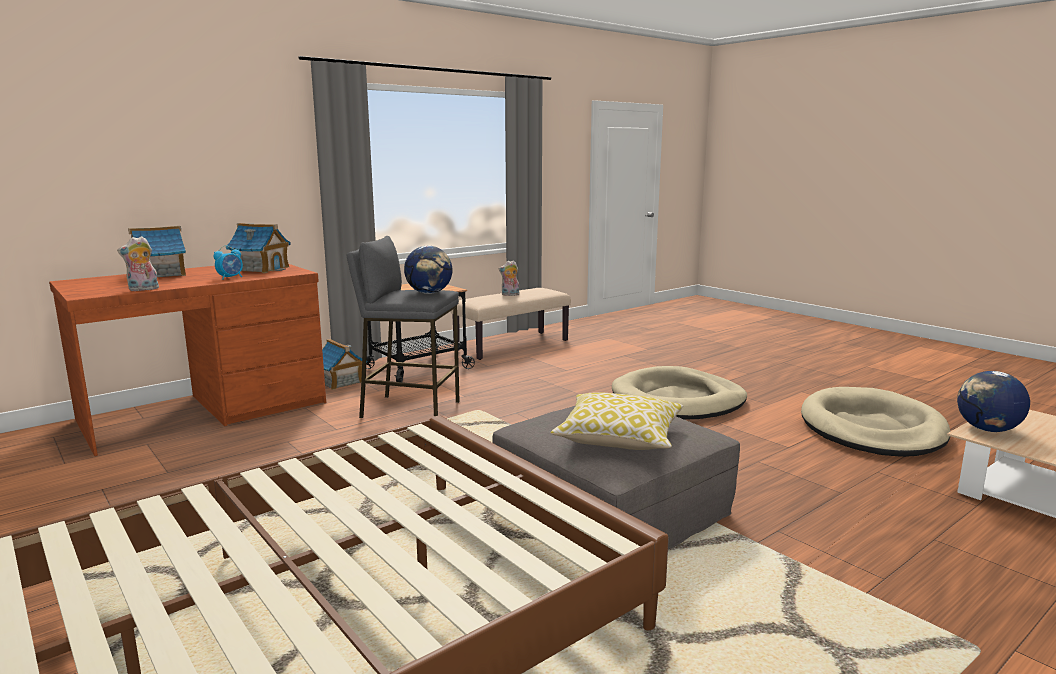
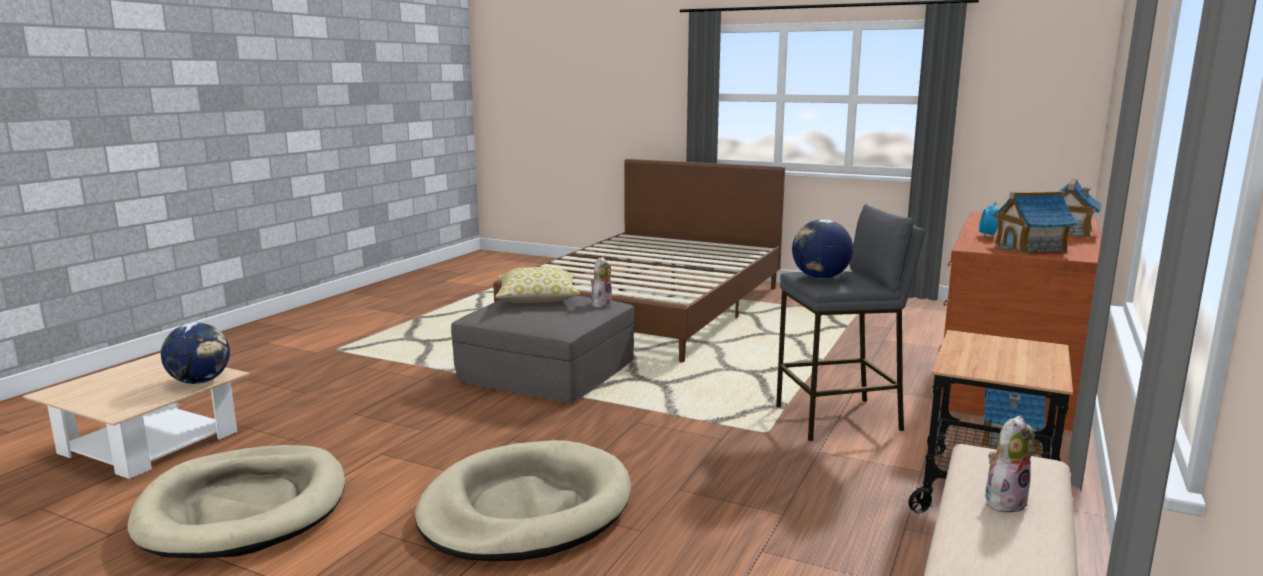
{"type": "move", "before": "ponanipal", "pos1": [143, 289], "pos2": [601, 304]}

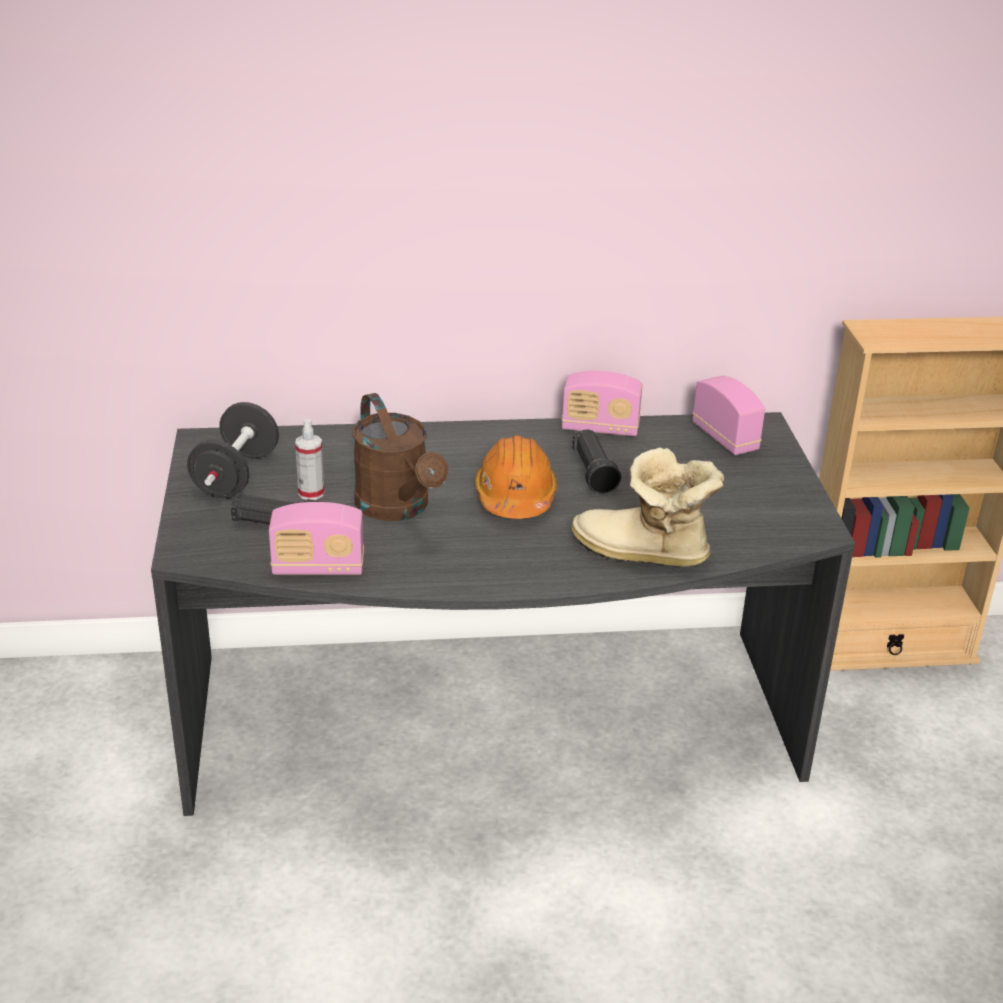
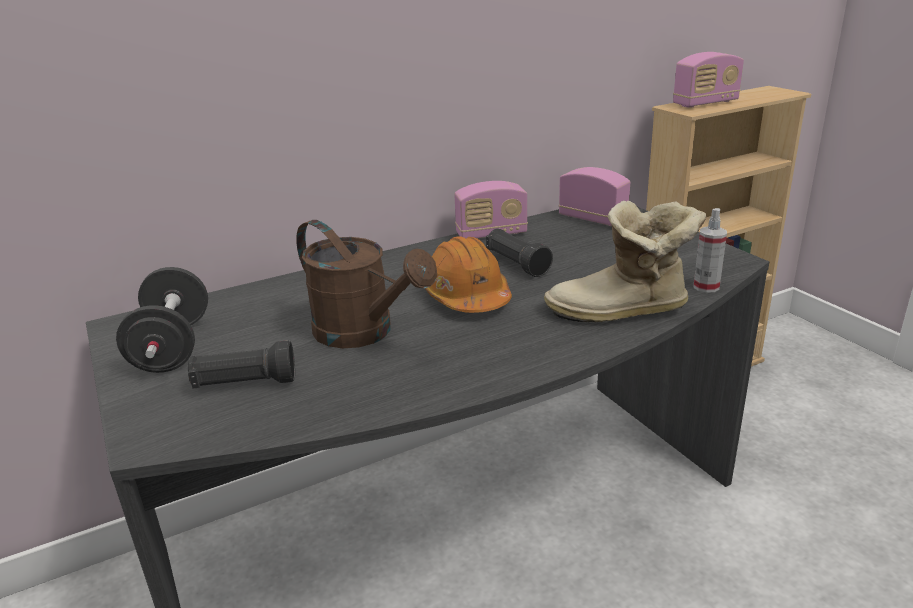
{"type": "move", "before": "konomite", "pos1": [318, 568], "pos2": [705, 103]}
{"type": "move", "before": "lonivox", "pos1": [311, 493], "pos2": [706, 286]}

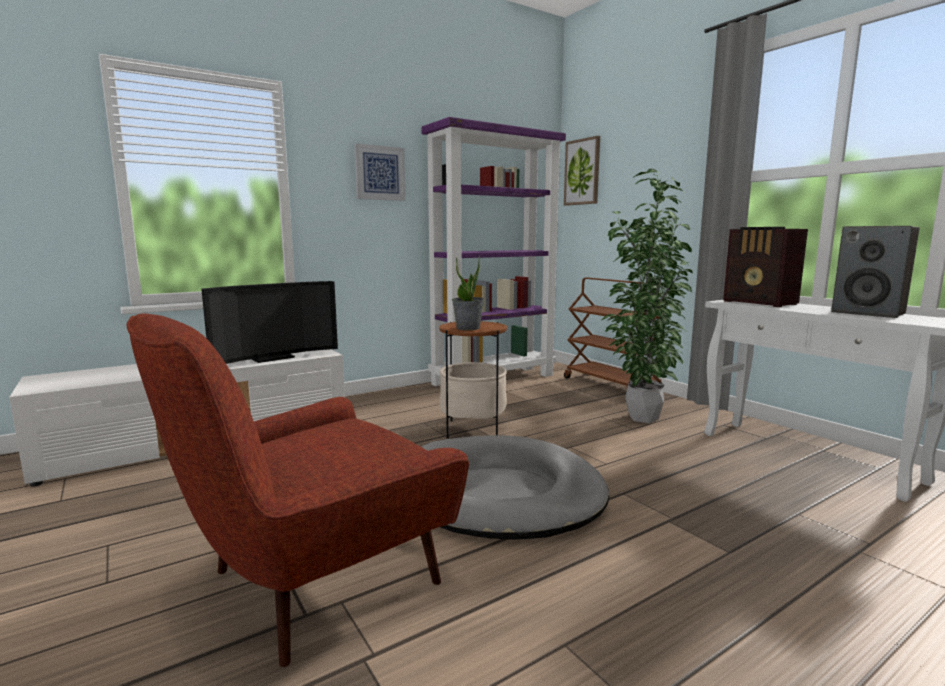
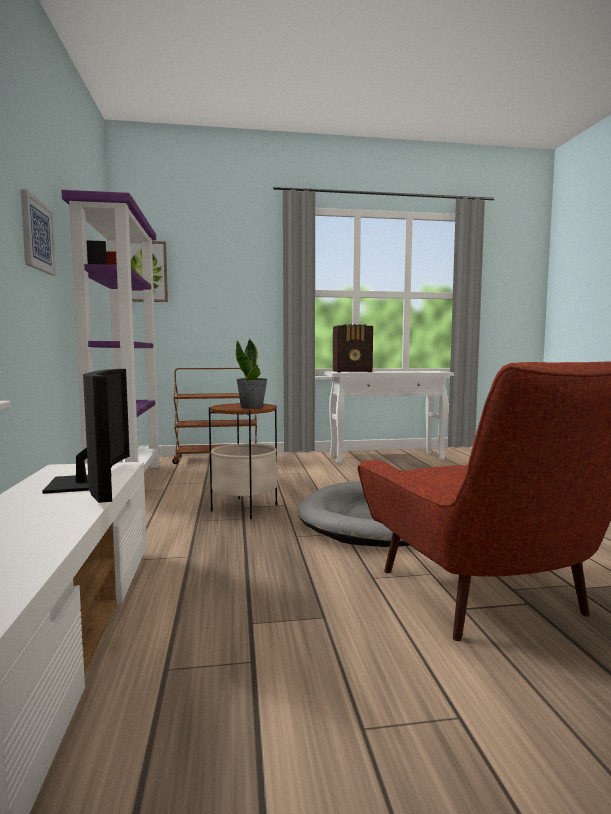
{"type": "delete", "before": "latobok", "pos1": [640, 417]}
{"type": "delete", "before": "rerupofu", "pos1": [868, 313]}

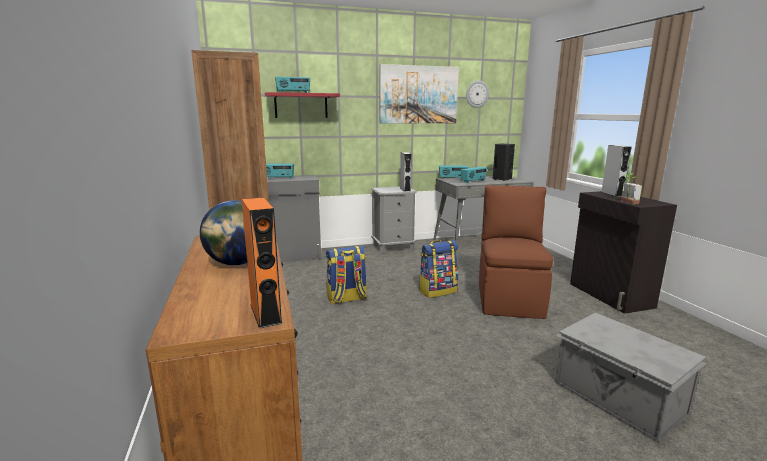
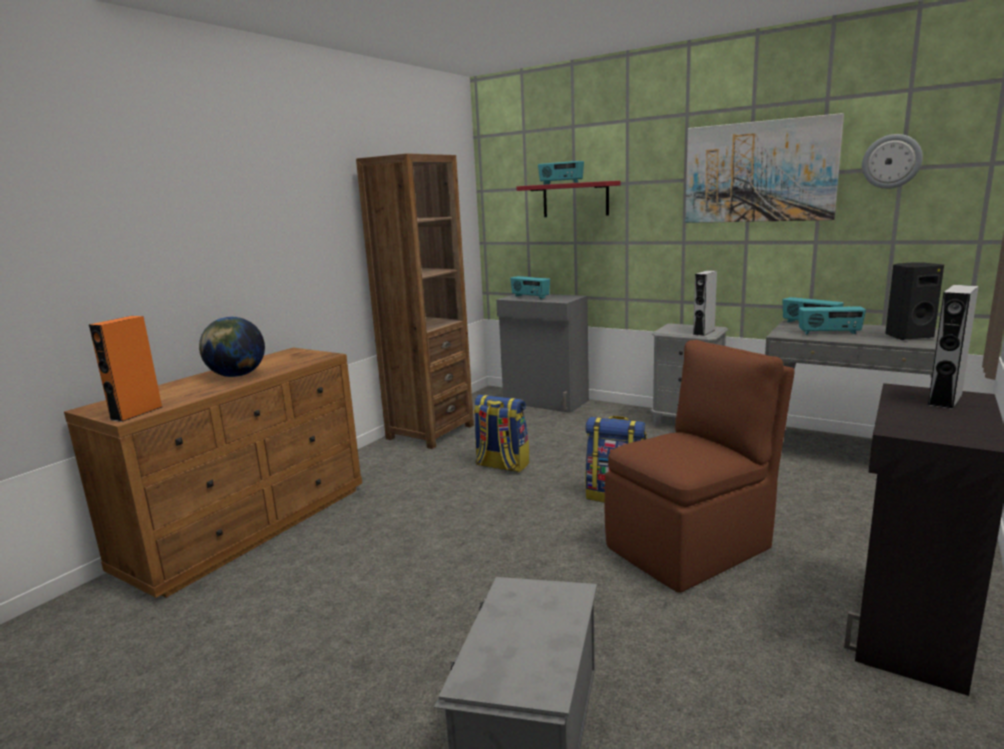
{"type": "delete", "before": "latobok", "pos1": [626, 202]}

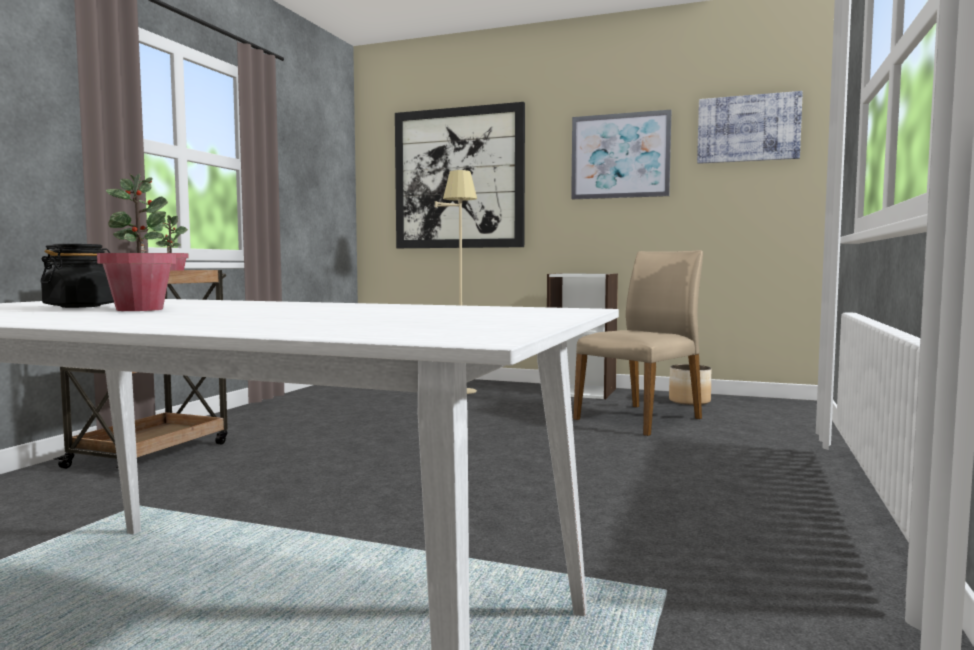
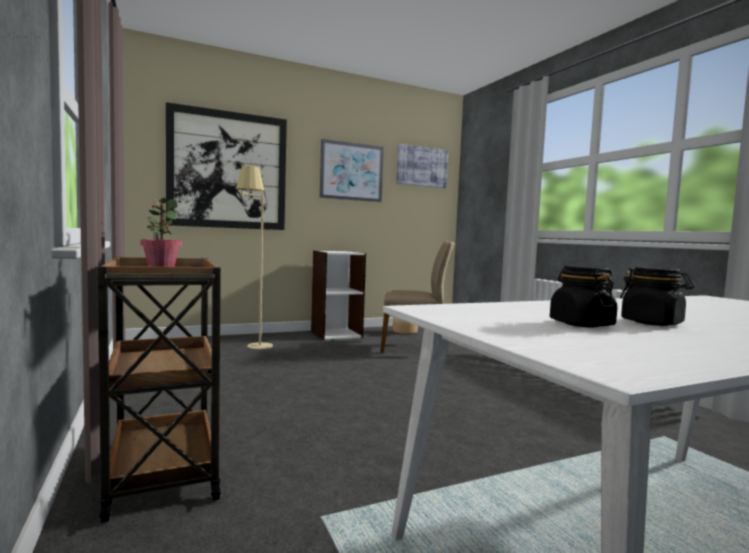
{"type": "rotate", "before": "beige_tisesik", "pos1": [640, 419], "pos2": [414, 347], "turn": 90}
{"type": "replace", "before": "latobok", "after": "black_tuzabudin", "pos1": [140, 309], "pos2": [652, 323]}

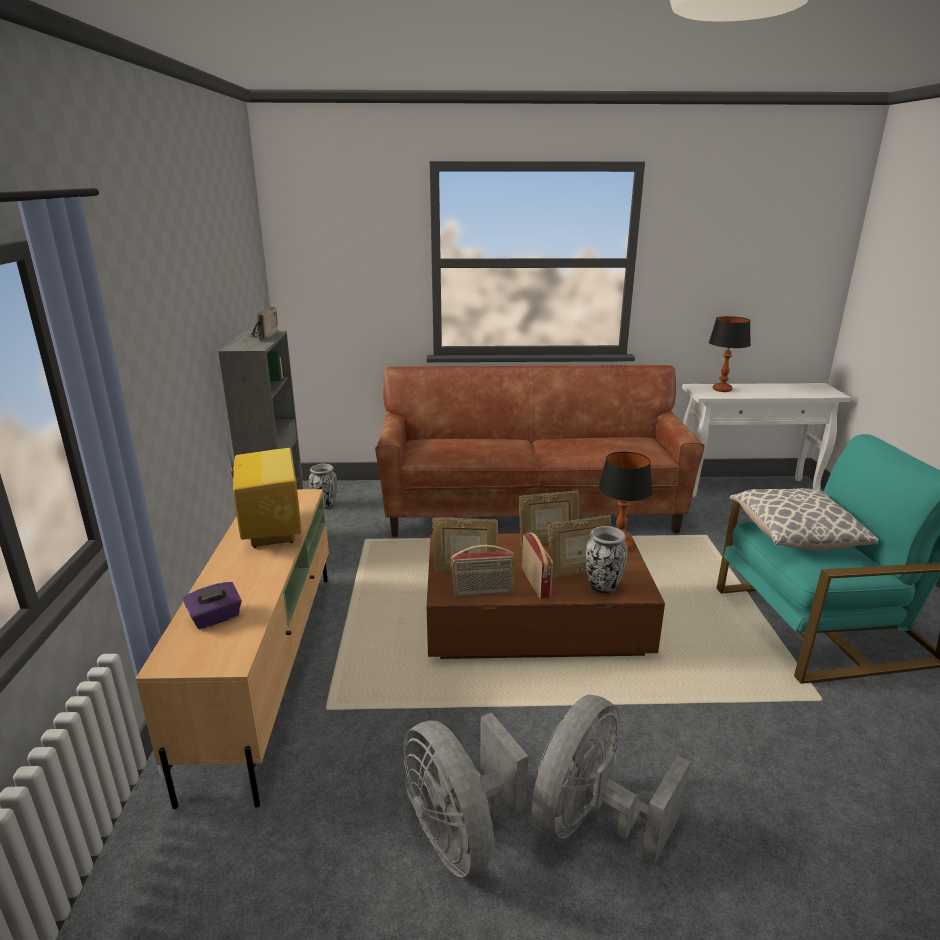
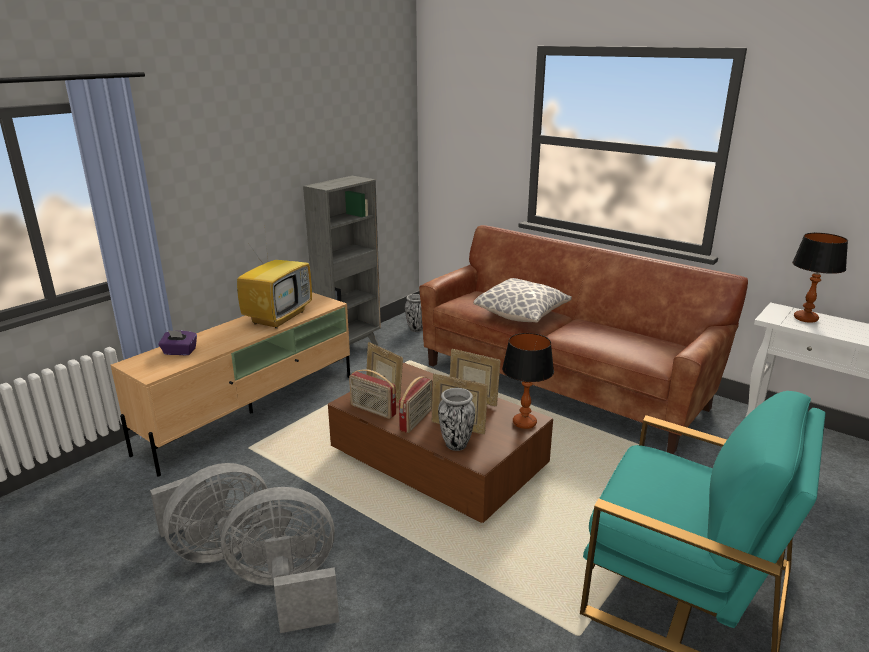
{"type": "rotate", "before": "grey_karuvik", "pos1": [460, 834], "pos2": [216, 547], "turn": -135}
{"type": "move", "before": "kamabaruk", "pos1": [795, 536], "pos2": [522, 315]}
{"type": "delete", "before": "konomite", "pos1": [262, 336]}

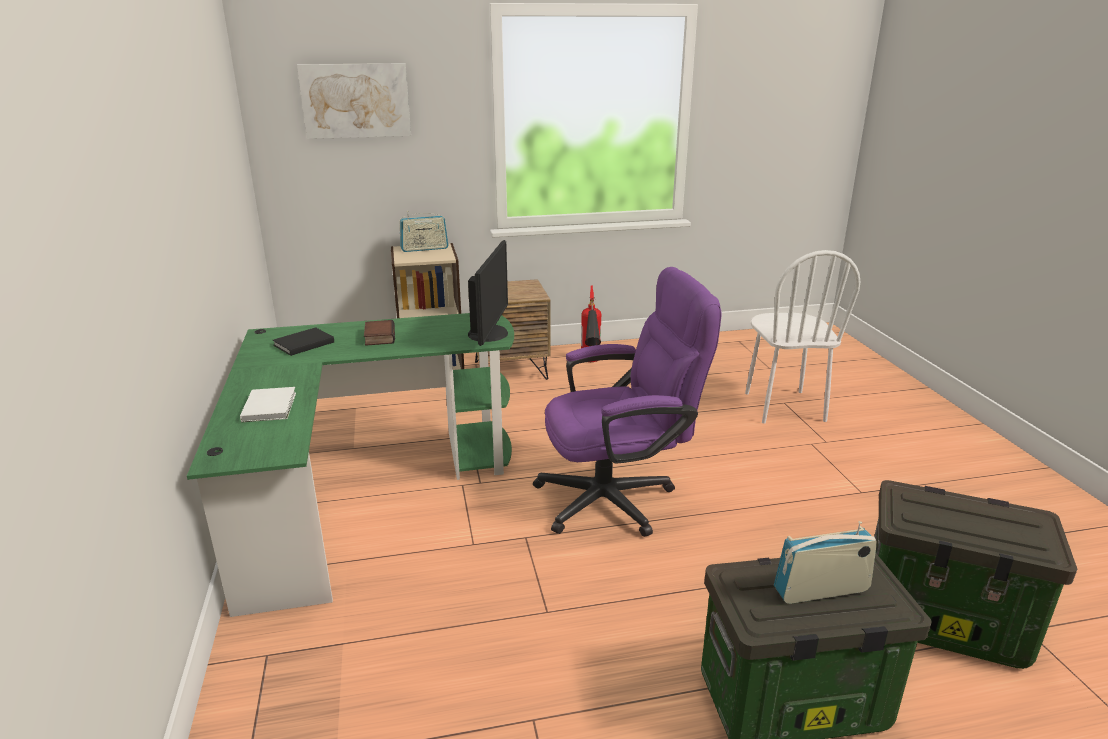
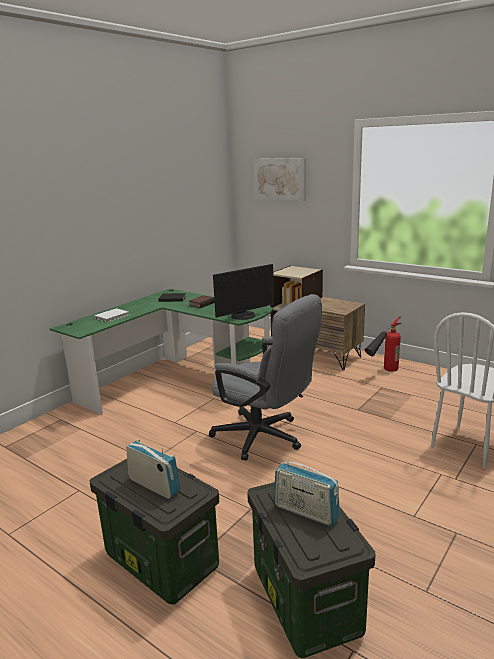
{"type": "recolor", "before": "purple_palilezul", "after": "grey_palilezul", "pos1": [618, 498], "pos2": [265, 438]}
{"type": "move", "before": "konomite", "pos1": [424, 249], "pos2": [305, 512]}

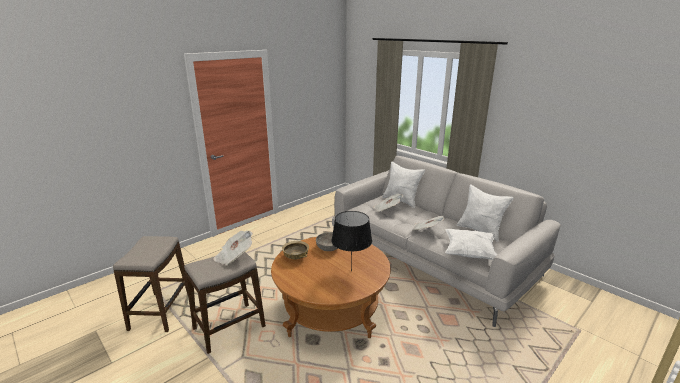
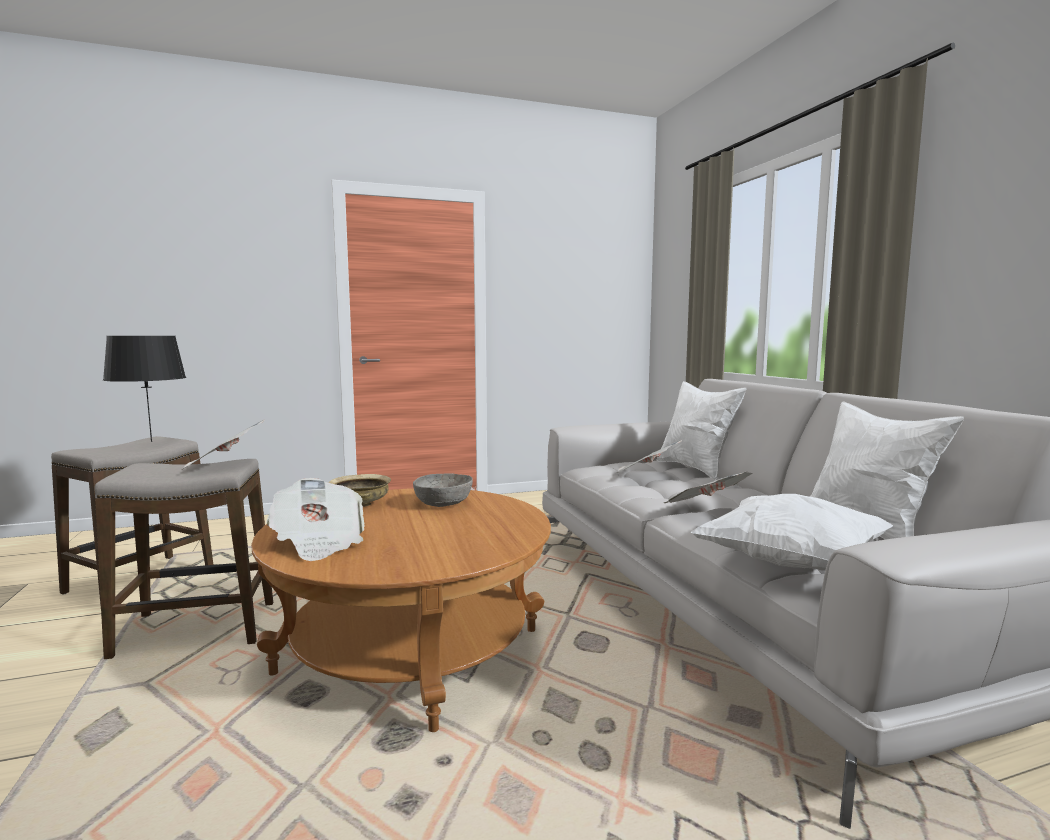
{"type": "move", "before": "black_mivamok", "pos1": [351, 271], "pos2": [151, 441]}
{"type": "insert", "after": "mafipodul", "pos2": [319, 543]}

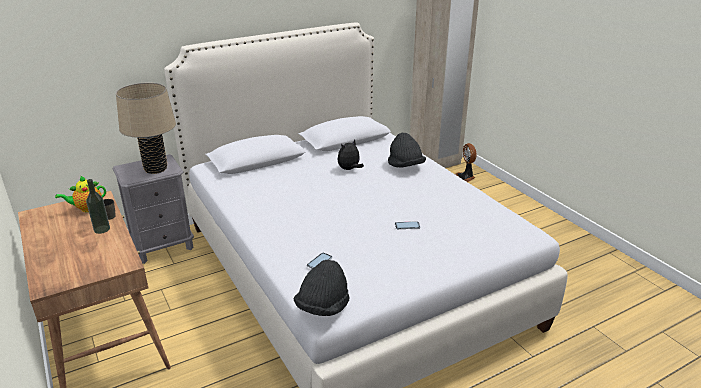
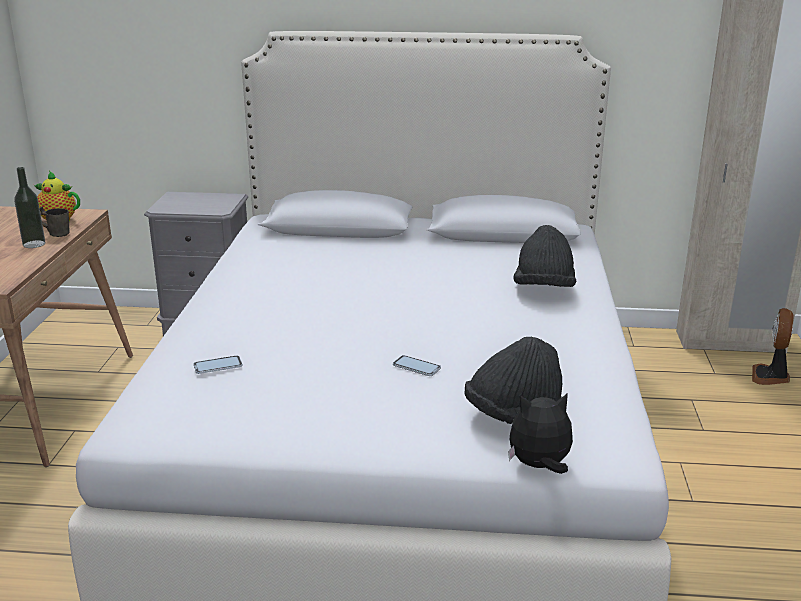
{"type": "move", "before": "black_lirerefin", "pos1": [323, 307], "pos2": [513, 416]}
{"type": "move", "before": "ponanipal", "pos1": [349, 169], "pos2": [539, 466]}
{"type": "delete", "before": "beige_mivamok", "pos1": [156, 169]}

